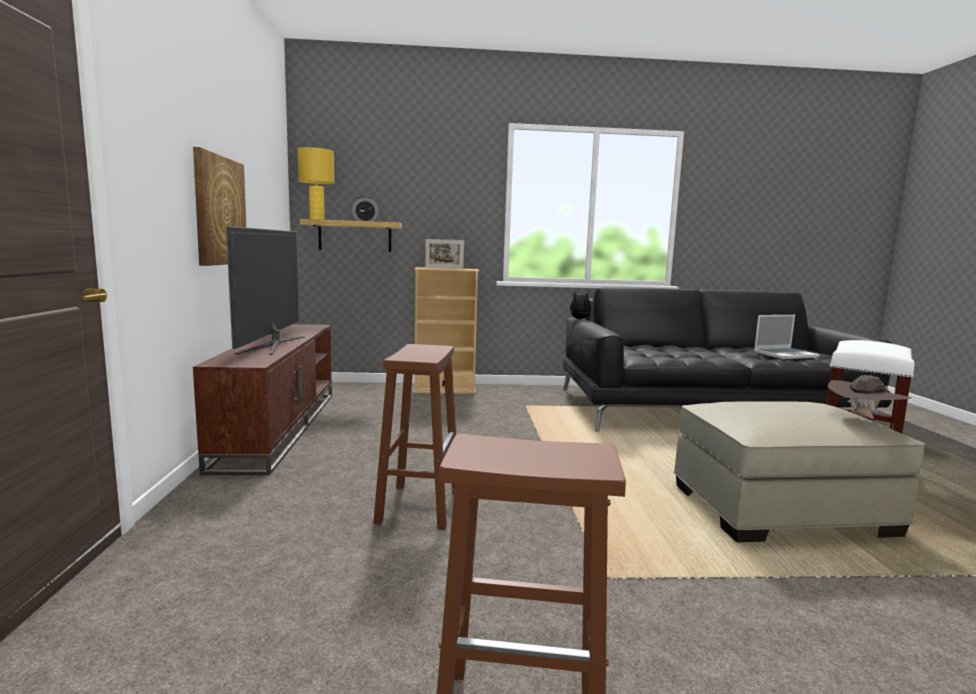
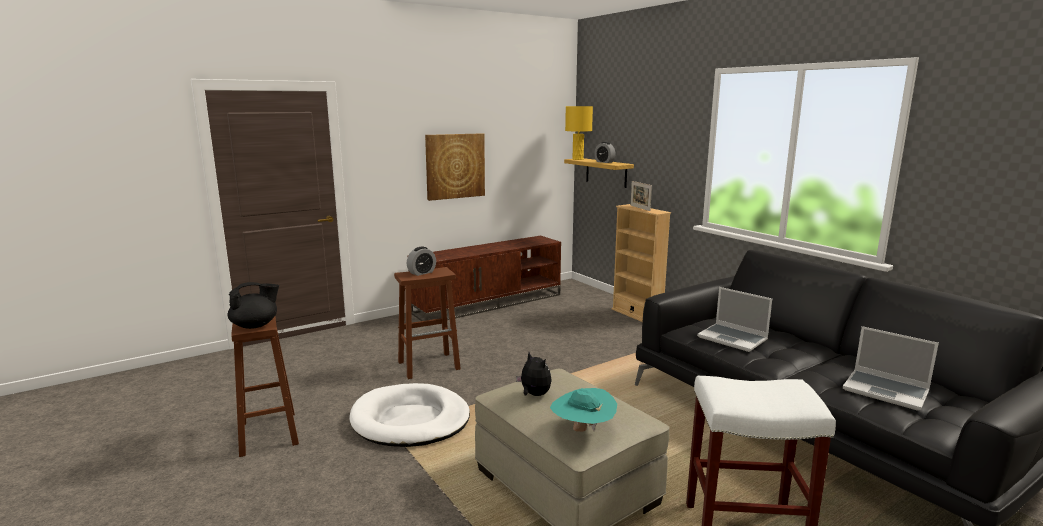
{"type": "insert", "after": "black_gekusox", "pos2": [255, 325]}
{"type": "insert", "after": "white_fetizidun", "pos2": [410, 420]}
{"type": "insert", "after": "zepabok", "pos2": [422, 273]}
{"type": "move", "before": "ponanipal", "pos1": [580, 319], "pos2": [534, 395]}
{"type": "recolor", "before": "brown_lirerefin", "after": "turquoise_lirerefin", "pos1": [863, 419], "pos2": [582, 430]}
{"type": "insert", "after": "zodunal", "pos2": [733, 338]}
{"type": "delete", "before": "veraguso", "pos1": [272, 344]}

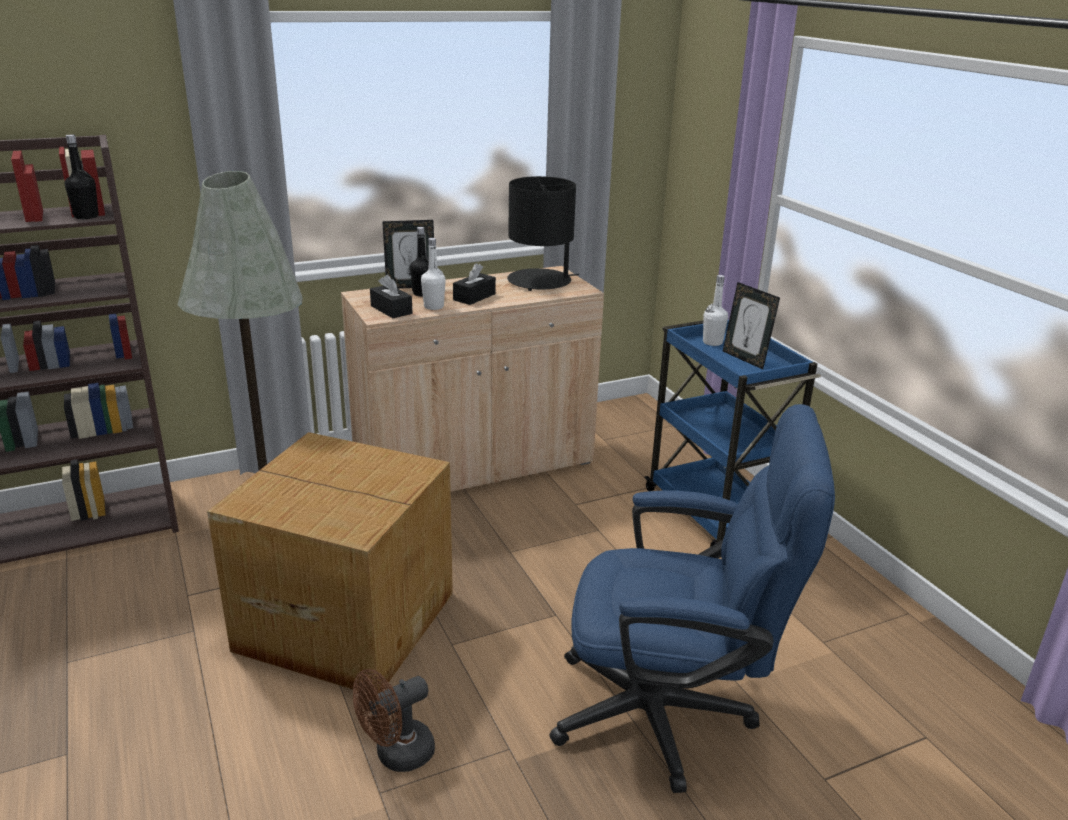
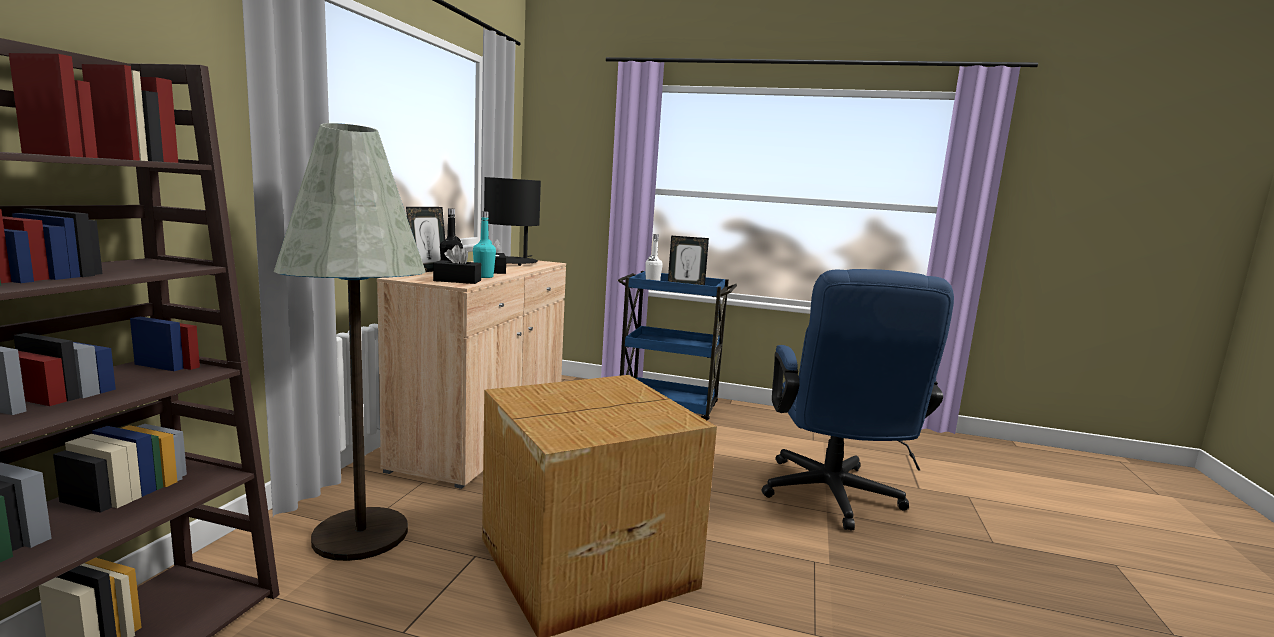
{"type": "recolor", "before": "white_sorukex", "after": "turquoise_sorukex", "pos1": [433, 307], "pos2": [484, 276]}
{"type": "rotate", "before": "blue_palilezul", "pos1": [671, 715], "pos2": [832, 499], "turn": 135}
{"type": "delete", "before": "black_sorukex", "pos1": [86, 216]}
{"type": "delete", "before": "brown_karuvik", "pos1": [396, 755]}

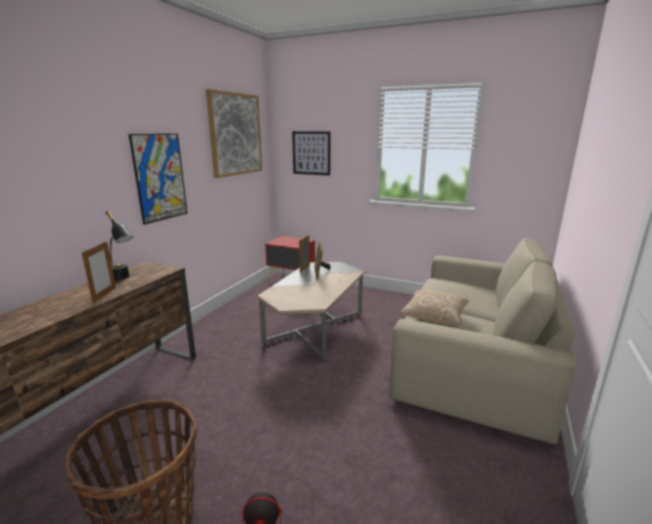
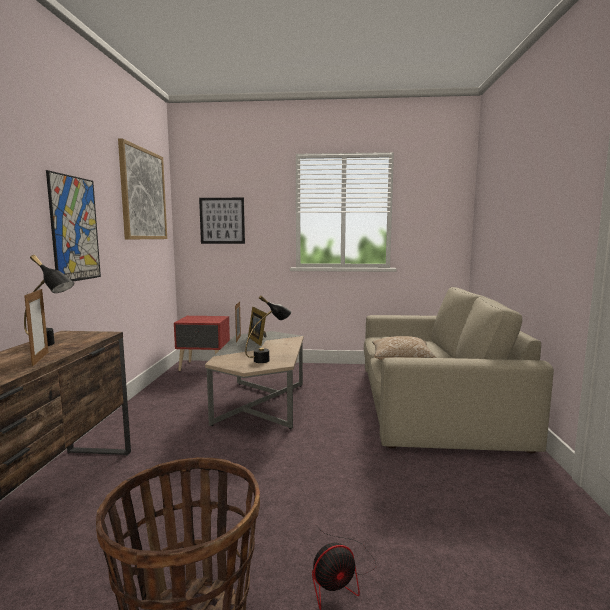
{"type": "insert", "after": "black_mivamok", "pos2": [268, 359]}

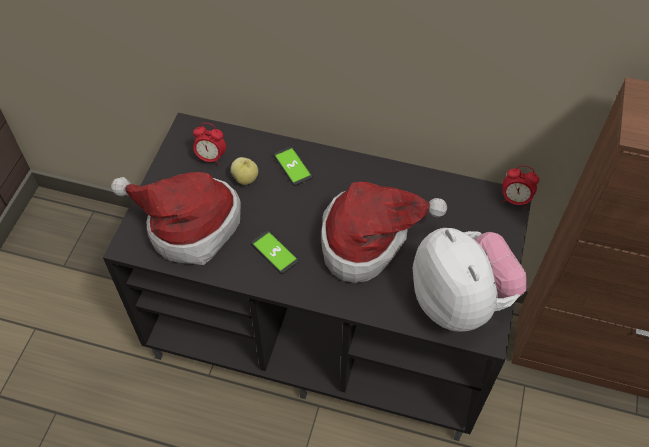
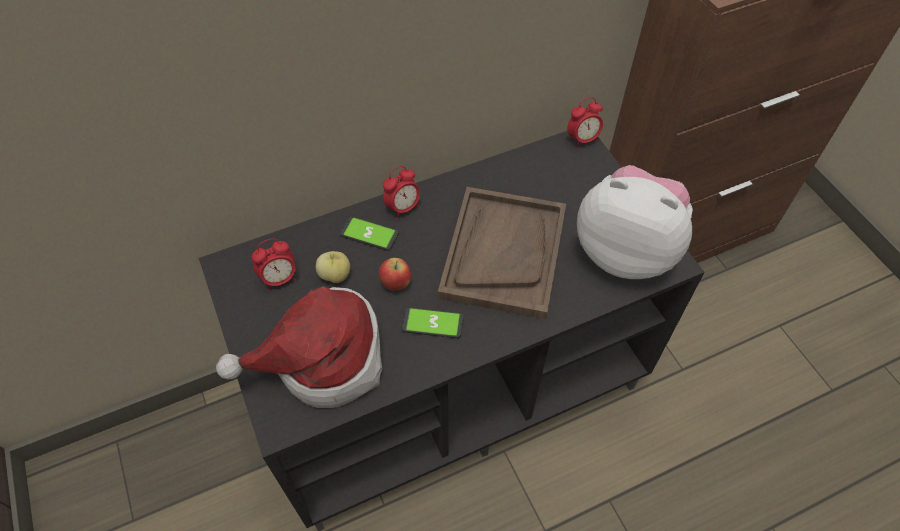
{"type": "insert", "after": "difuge", "pos2": [396, 284]}
{"type": "insert", "after": "zepabok", "pos2": [403, 208]}
{"type": "replace", "before": "lirerefin", "after": "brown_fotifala", "pos1": [368, 240], "pos2": [503, 253]}

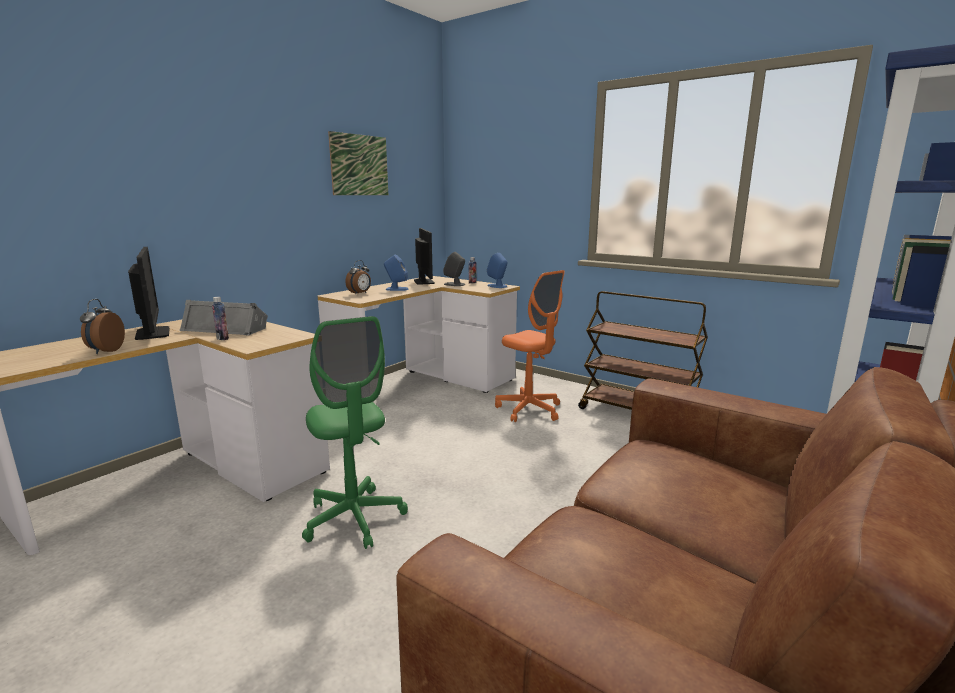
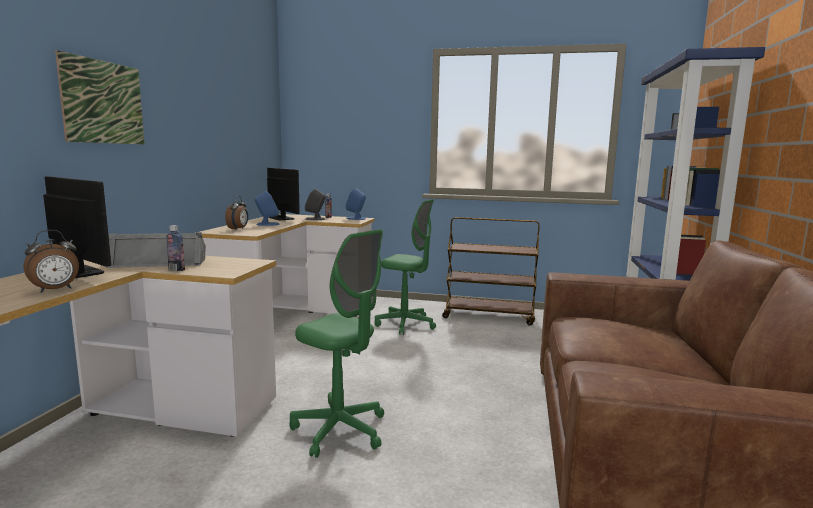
{"type": "rotate", "before": "zepabok", "pos1": [105, 351], "pos2": [56, 290], "turn": -105}
{"type": "move", "before": "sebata", "pos1": [359, 165], "pos2": [103, 102]}
{"type": "recolor", "before": "orange_palilezul", "after": "green_palilezul", "pos1": [529, 410], "pos2": [405, 324]}

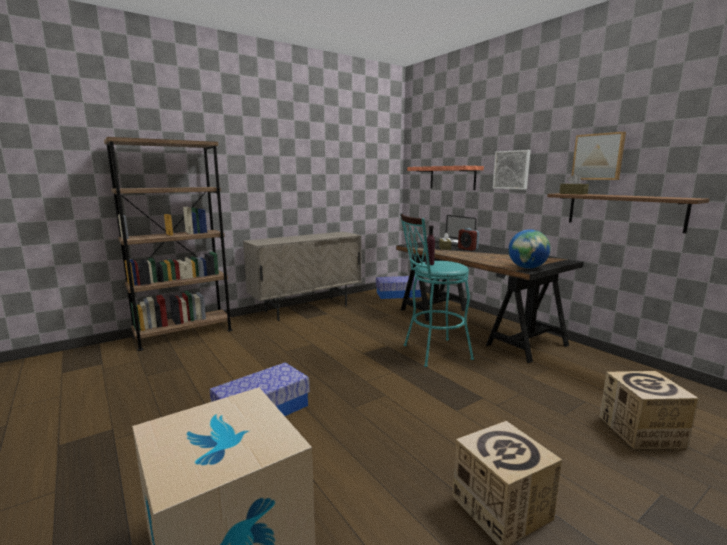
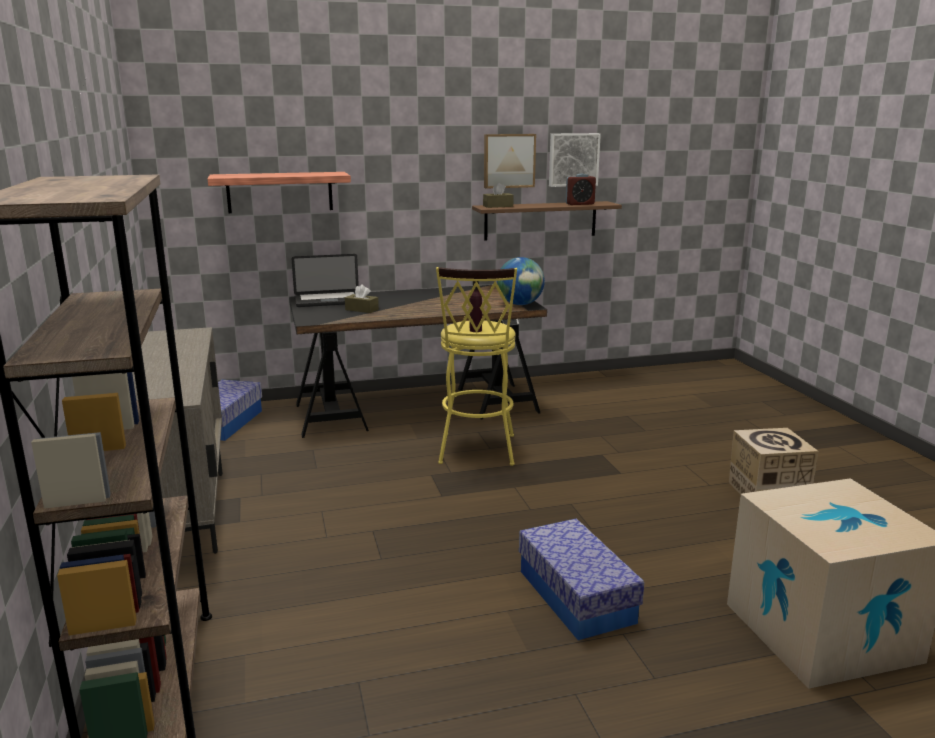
{"type": "recolor", "before": "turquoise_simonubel", "after": "yellow_simonubel", "pos1": [431, 352], "pos2": [476, 452]}
{"type": "move", "before": "sebata", "pos1": [512, 170], "pos2": [573, 159]}
{"type": "move", "before": "zepabok", "pos1": [467, 249], "pos2": [579, 204]}
{"type": "delete", "before": "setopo", "pos1": [641, 431]}

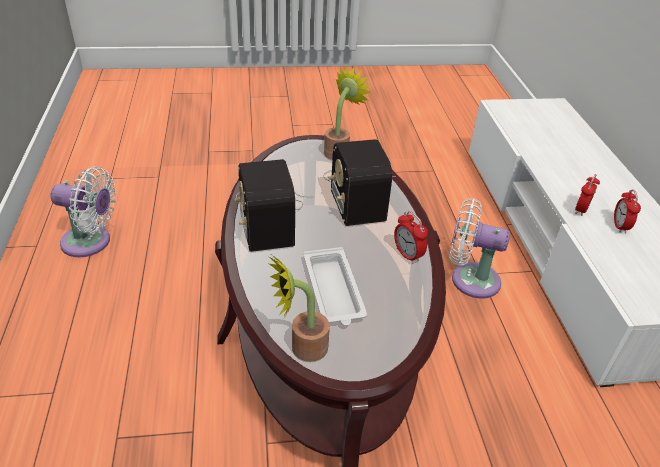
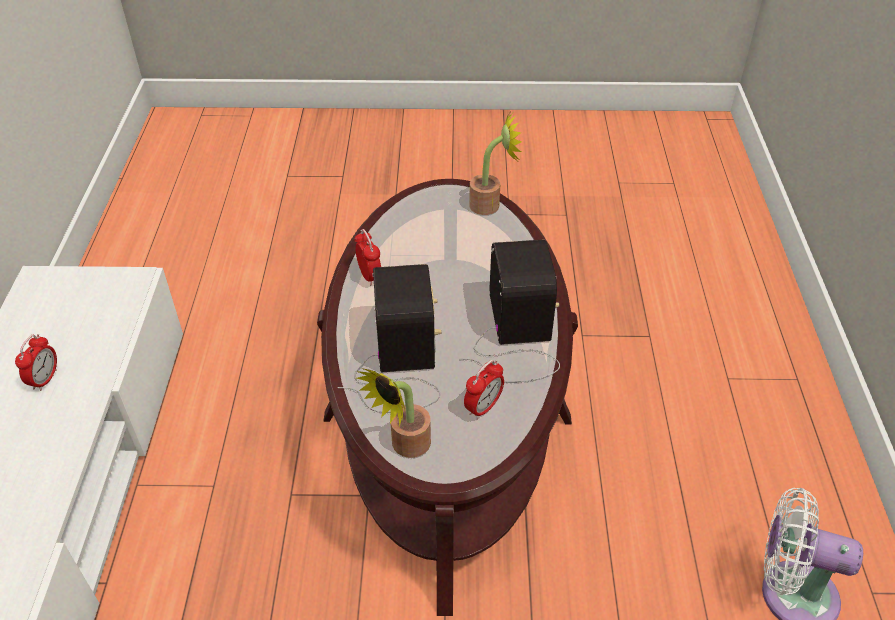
{"type": "move", "before": "zepabok", "pos1": [581, 210], "pos2": [483, 407]}
{"type": "delete", "before": "white_fotifala", "pos1": [333, 291]}
{"type": "delete", "before": "white_karuvik", "pos1": [470, 279]}

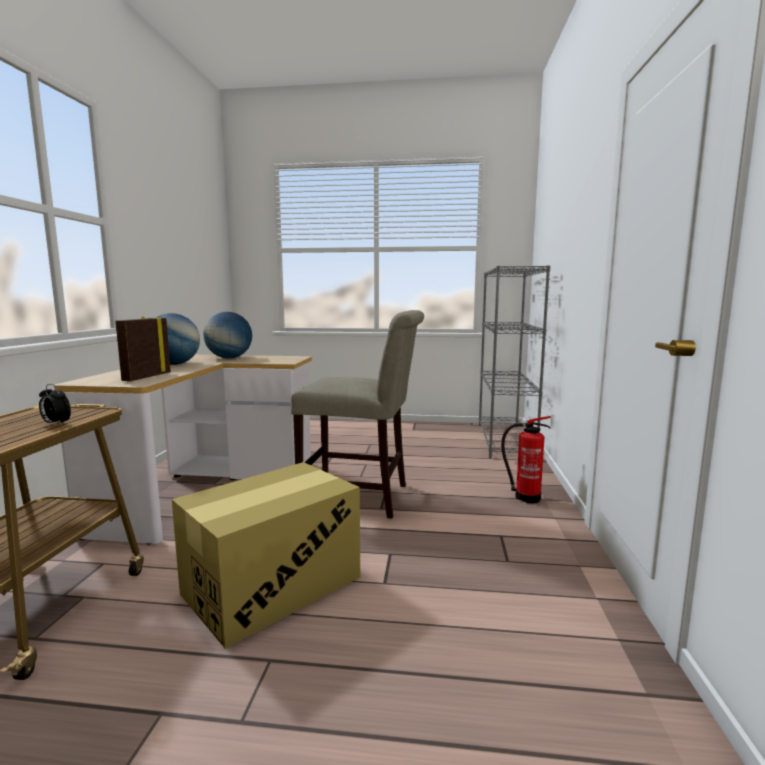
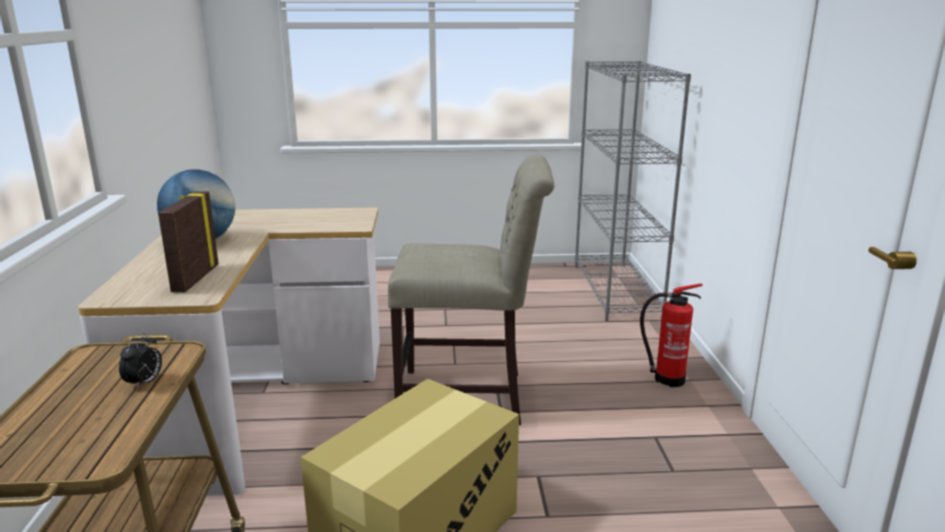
{"type": "rotate", "before": "zepabok", "pos1": [56, 424], "pos2": [145, 383], "turn": -90}
{"type": "delete", "before": "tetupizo", "pos1": [229, 358]}

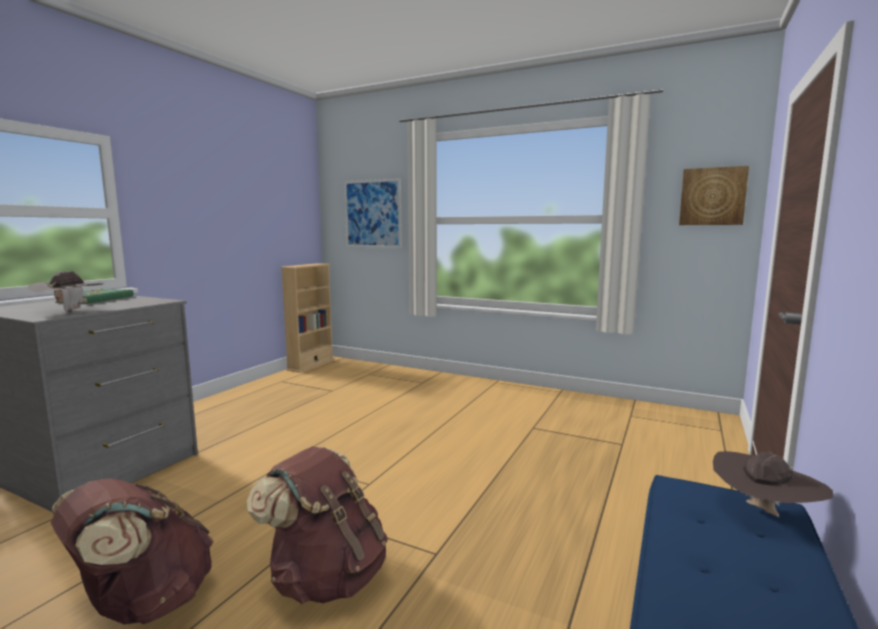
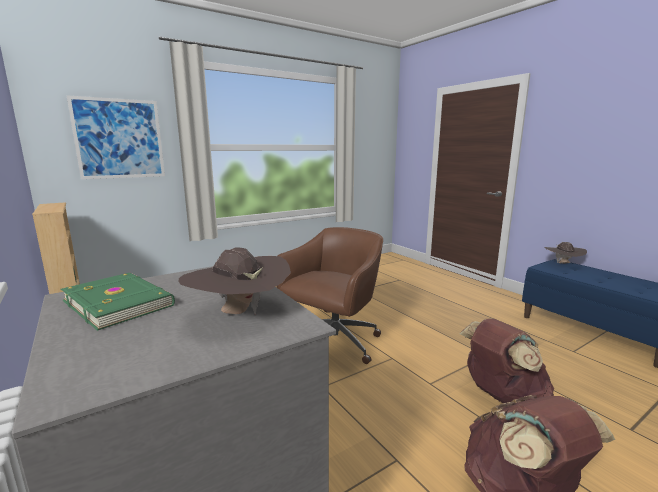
{"type": "insert", "after": "brown_palilezul", "pos2": [333, 343]}
{"type": "delete", "before": "sebata", "pos1": [712, 196]}

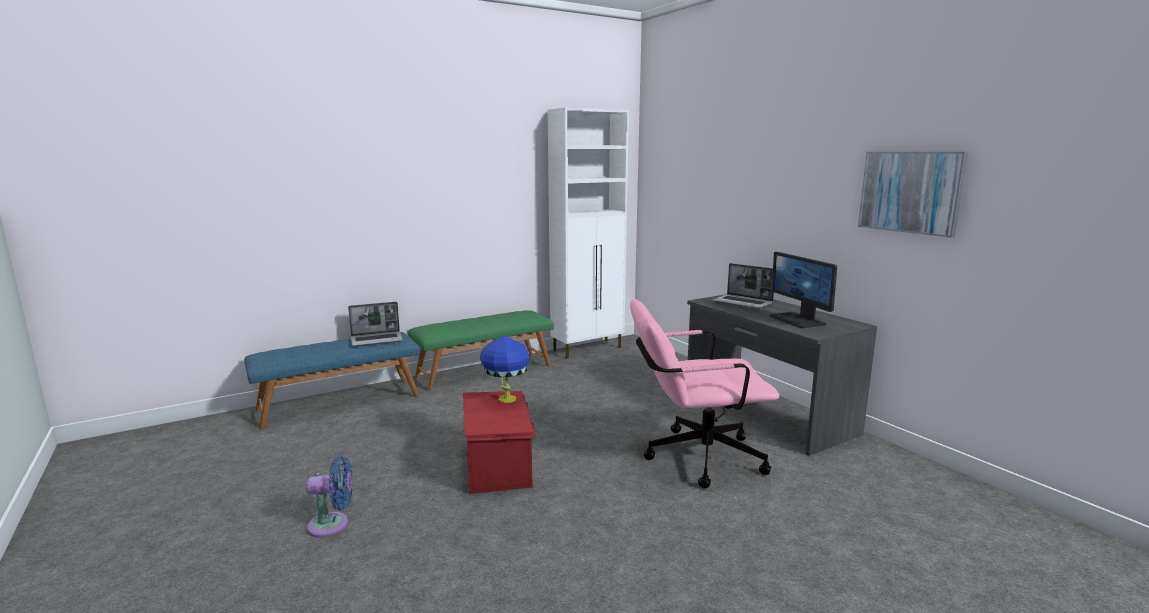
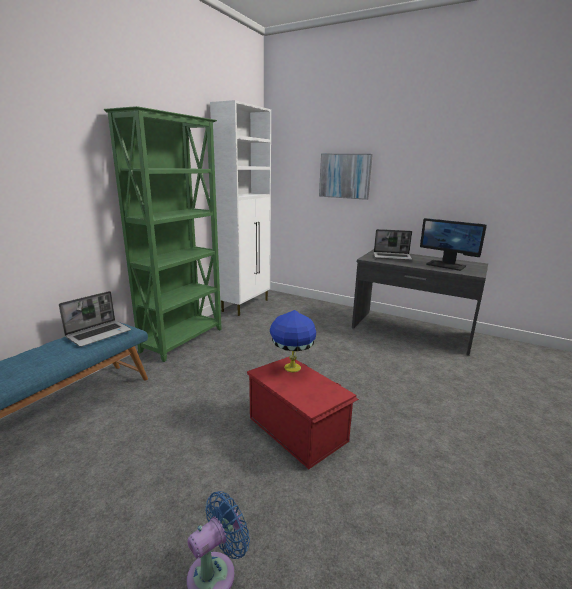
{"type": "replace", "before": "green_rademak", "after": "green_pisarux", "pos1": [484, 371], "pos2": [184, 340]}
{"type": "move", "before": "sebata", "pos1": [910, 192], "pos2": [345, 176]}
{"type": "delete", "before": "pink_palilezul", "pos1": [694, 457]}

